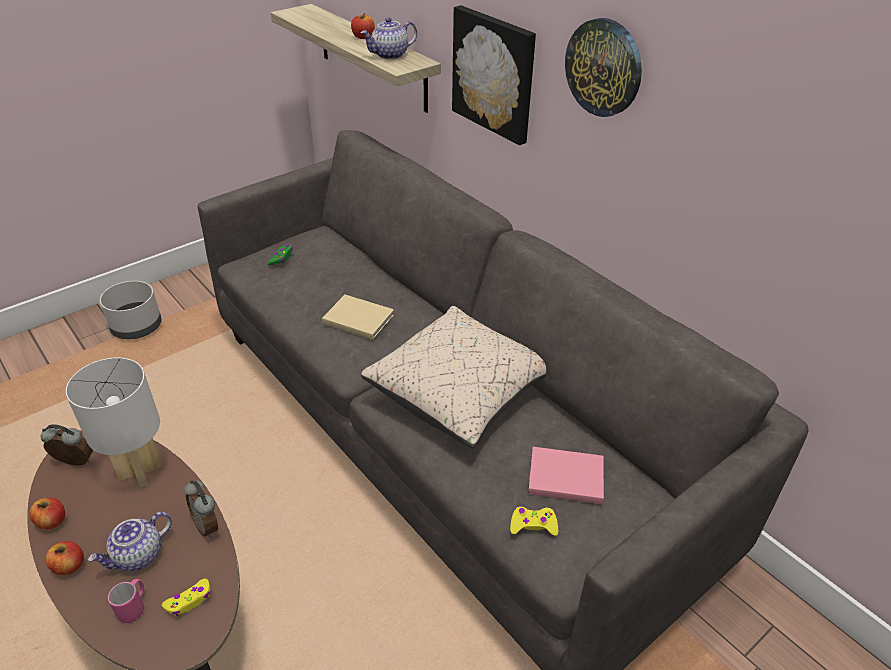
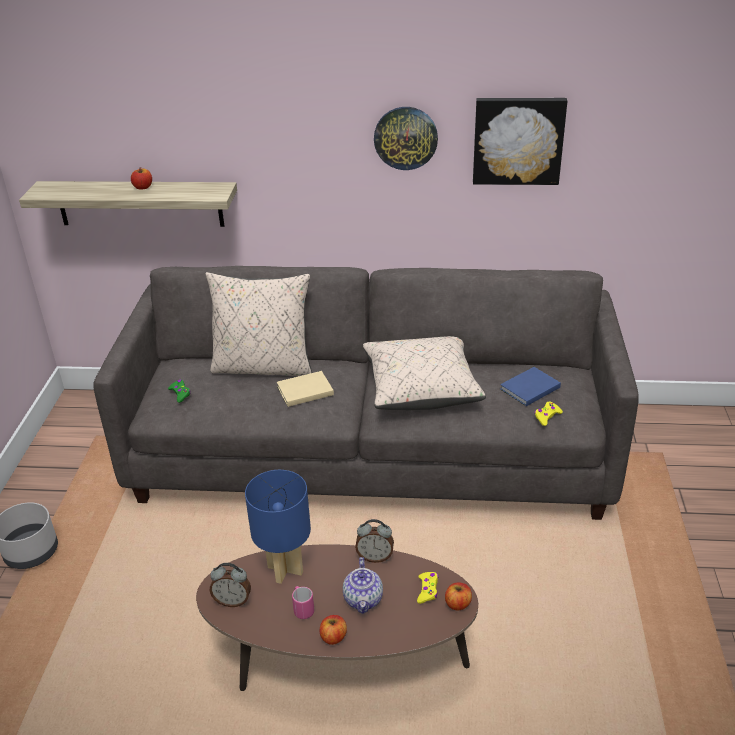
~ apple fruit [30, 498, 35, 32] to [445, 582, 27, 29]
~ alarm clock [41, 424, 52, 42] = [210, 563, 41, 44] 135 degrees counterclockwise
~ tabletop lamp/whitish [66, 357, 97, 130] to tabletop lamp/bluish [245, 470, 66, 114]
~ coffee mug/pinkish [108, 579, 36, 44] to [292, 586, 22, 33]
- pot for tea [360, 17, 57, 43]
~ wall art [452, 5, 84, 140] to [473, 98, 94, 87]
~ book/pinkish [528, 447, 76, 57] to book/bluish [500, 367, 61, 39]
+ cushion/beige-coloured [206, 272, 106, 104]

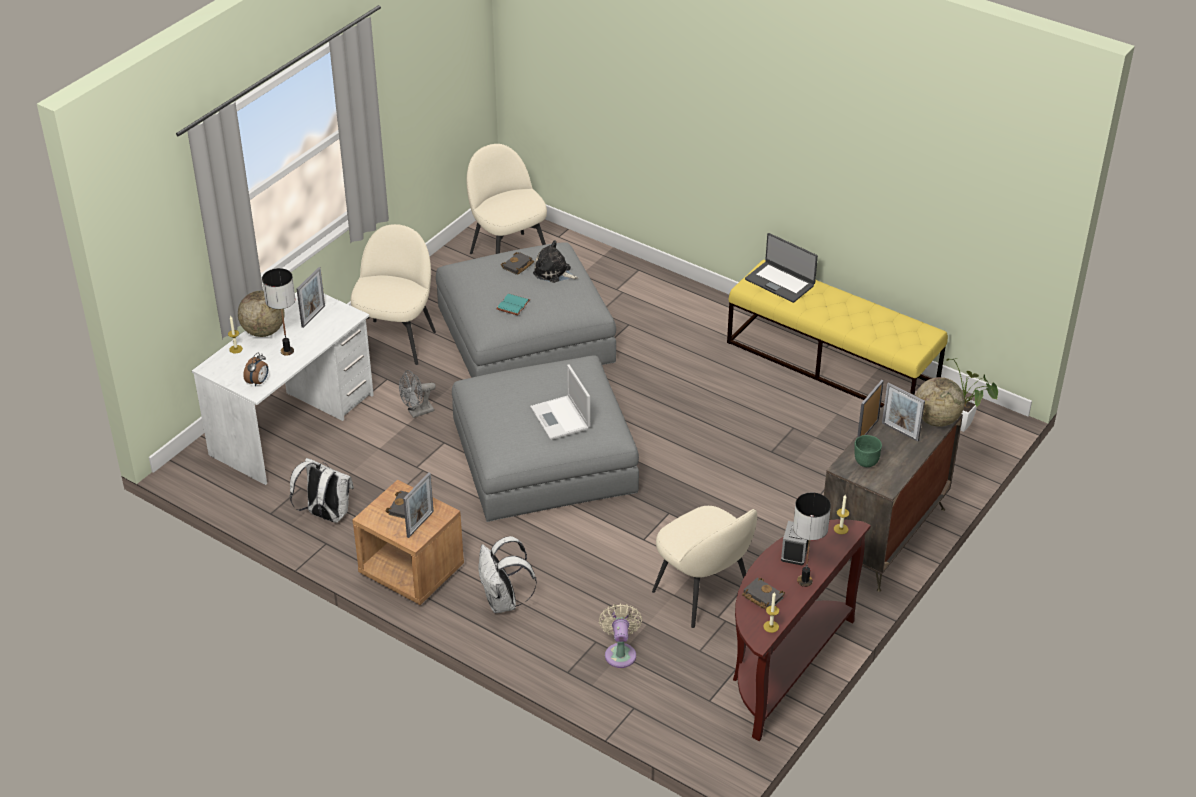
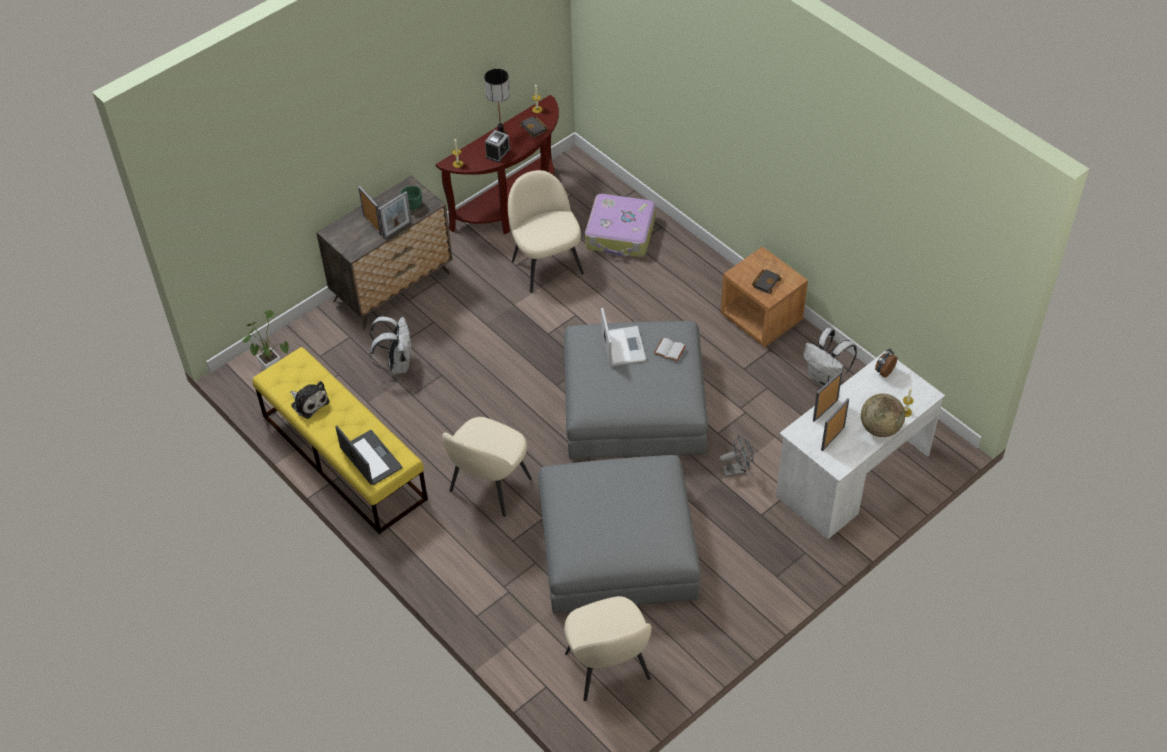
- tabletop lamp [262, 268, 33, 88]
~ chair/beige-coloured [350, 224, 86, 141] to [442, 417, 90, 100]
~ photo frame [403, 473, 31, 65] to [813, 371, 29, 51]
~ knapsack/whitish [478, 536, 59, 77] to [370, 316, 43, 58]
- book/turquoise-coloured [496, 294, 34, 21]
- book/black [501, 252, 33, 22]
~ plush toy [533, 240, 45, 43] to [290, 381, 39, 38]
~ electric fan/beige-coloured [599, 603, 43, 65] to suitcase [585, 194, 71, 63]
- desk globe [915, 377, 50, 50]
+ book/whitish [654, 338, 32, 23]

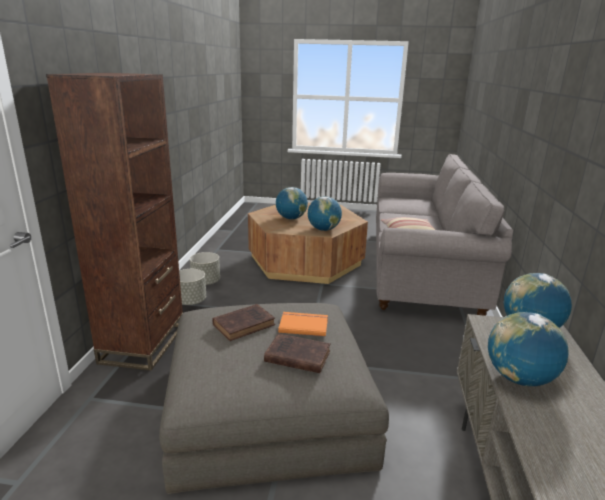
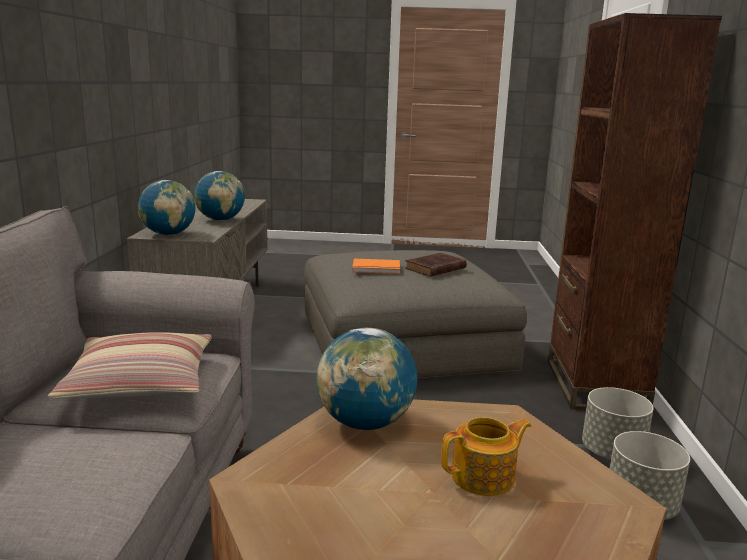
- book/brown [264, 333, 67, 40]
~ desk globe [276, 187, 32, 32] to pot for tea [441, 417, 90, 79]

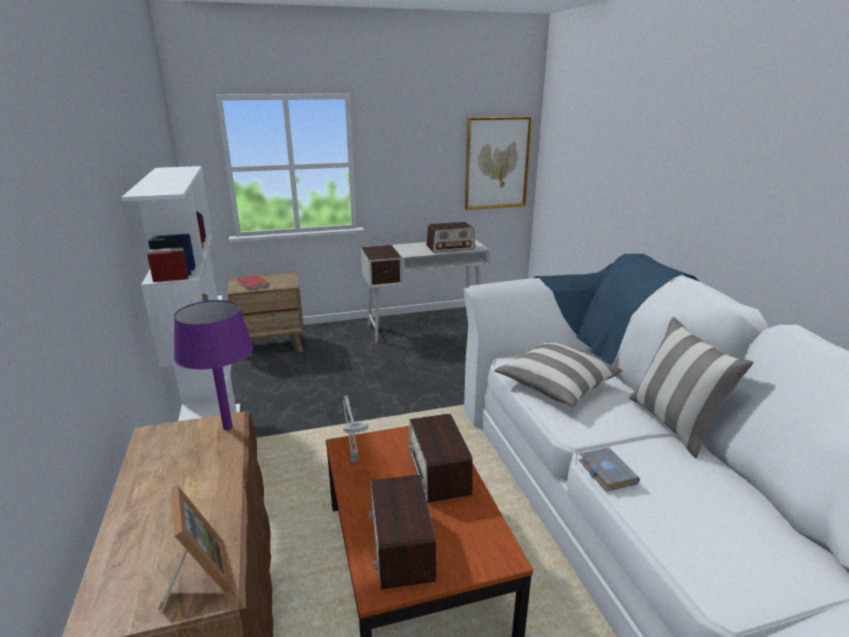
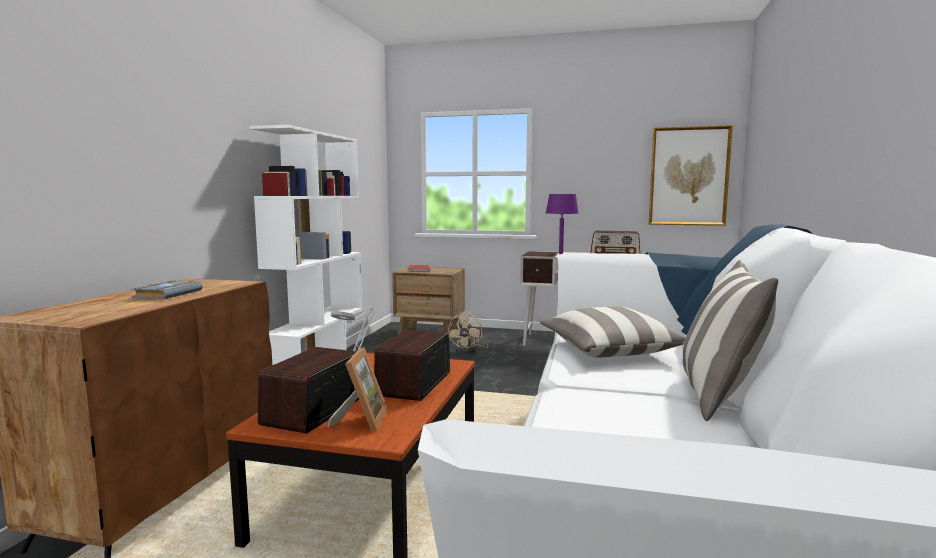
~ photo frame [158, 485, 75, 125] to [328, 347, 60, 85]
~ tabletop lamp/purplish [174, 300, 79, 130] to [546, 194, 33, 60]
~ book/grey [579, 447, 61, 45] to [131, 280, 71, 19]
+ electric fan/beige-coloured [448, 312, 41, 42]

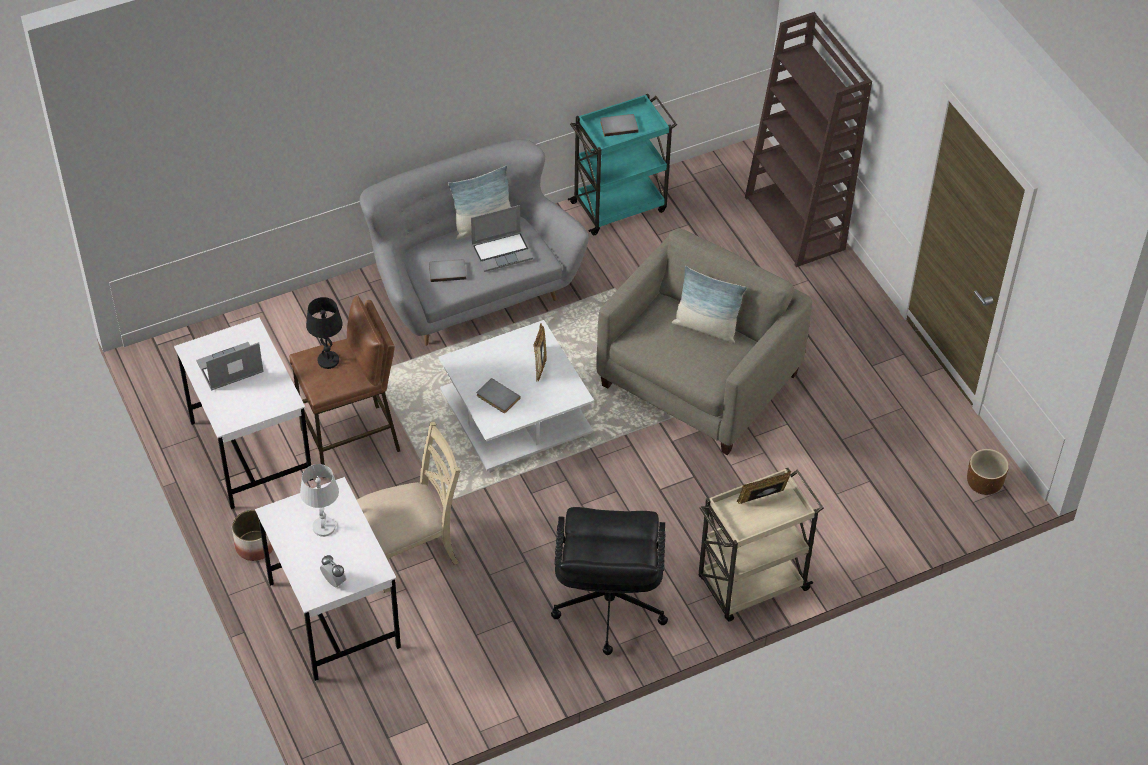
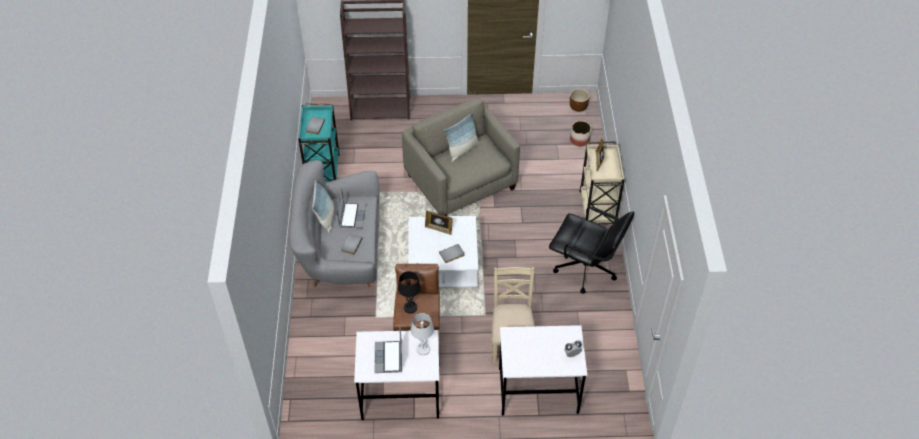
~ flower pot [232, 510, 41, 51] to [570, 121, 21, 25]
~ tabletop lamp/whitish [300, 464, 39, 73] to [411, 313, 23, 42]

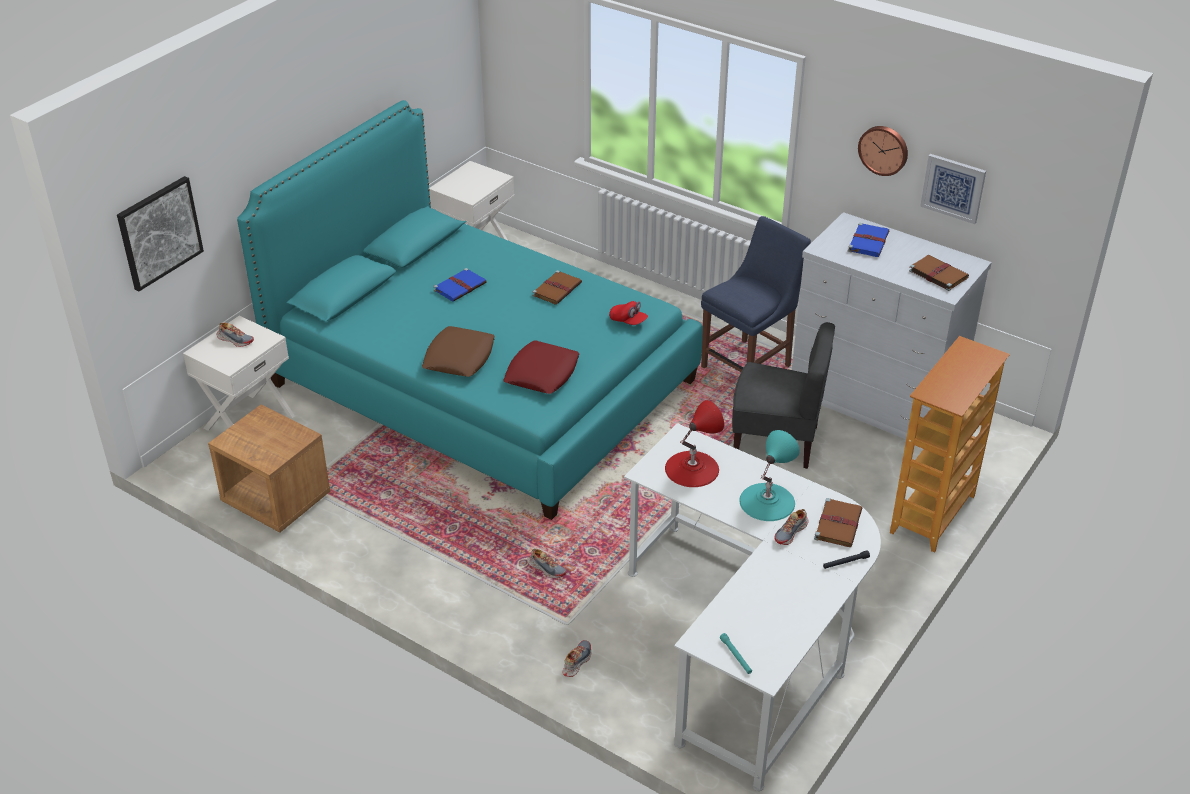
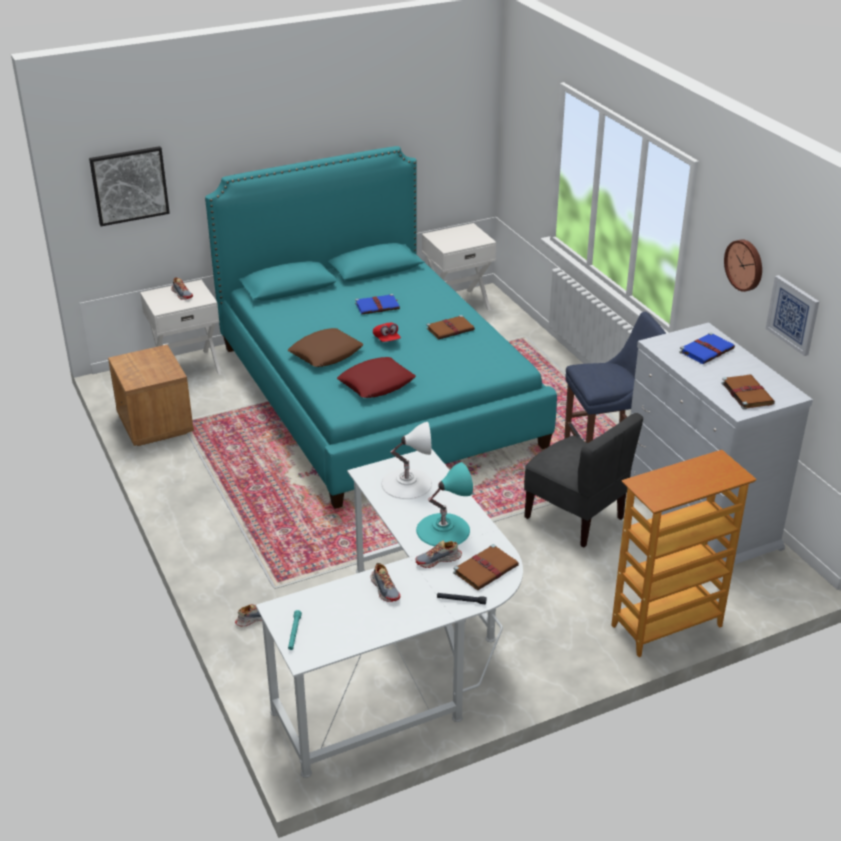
~ low shoe [527, 549, 40, 29] to [370, 563, 30, 39]
~ cap/red [609, 301, 39, 24] to [373, 323, 28, 19]
~ tabletop lamp/red [665, 400, 59, 87] to tabletop lamp/whitish [381, 422, 51, 78]

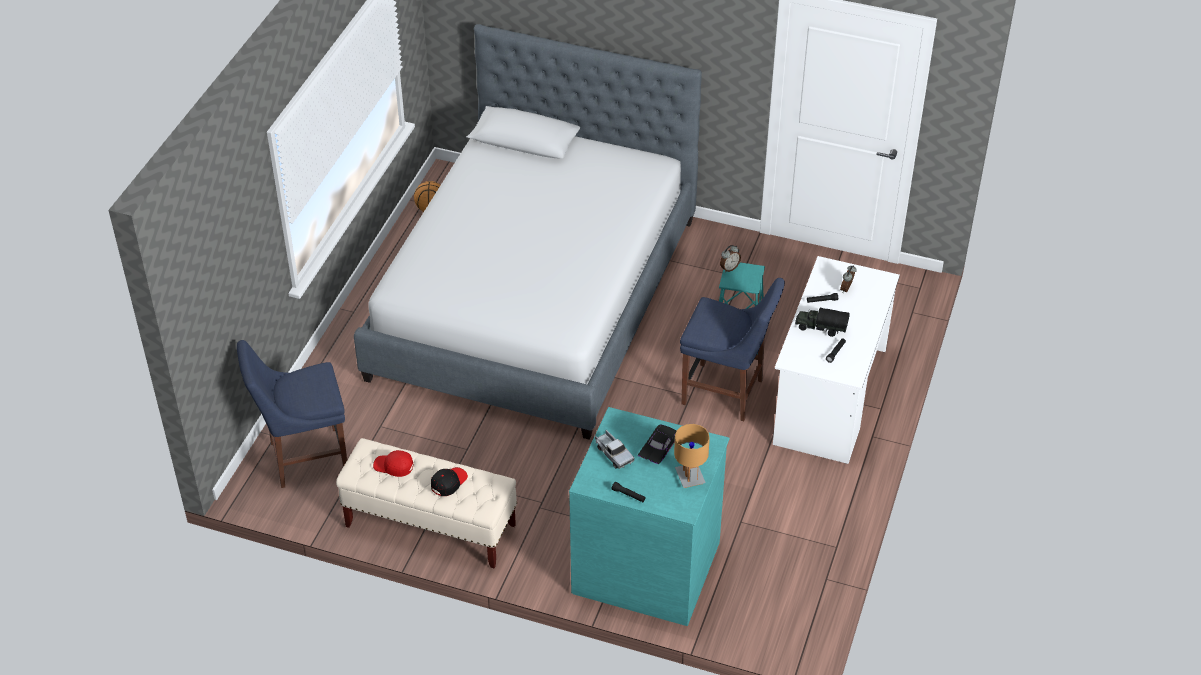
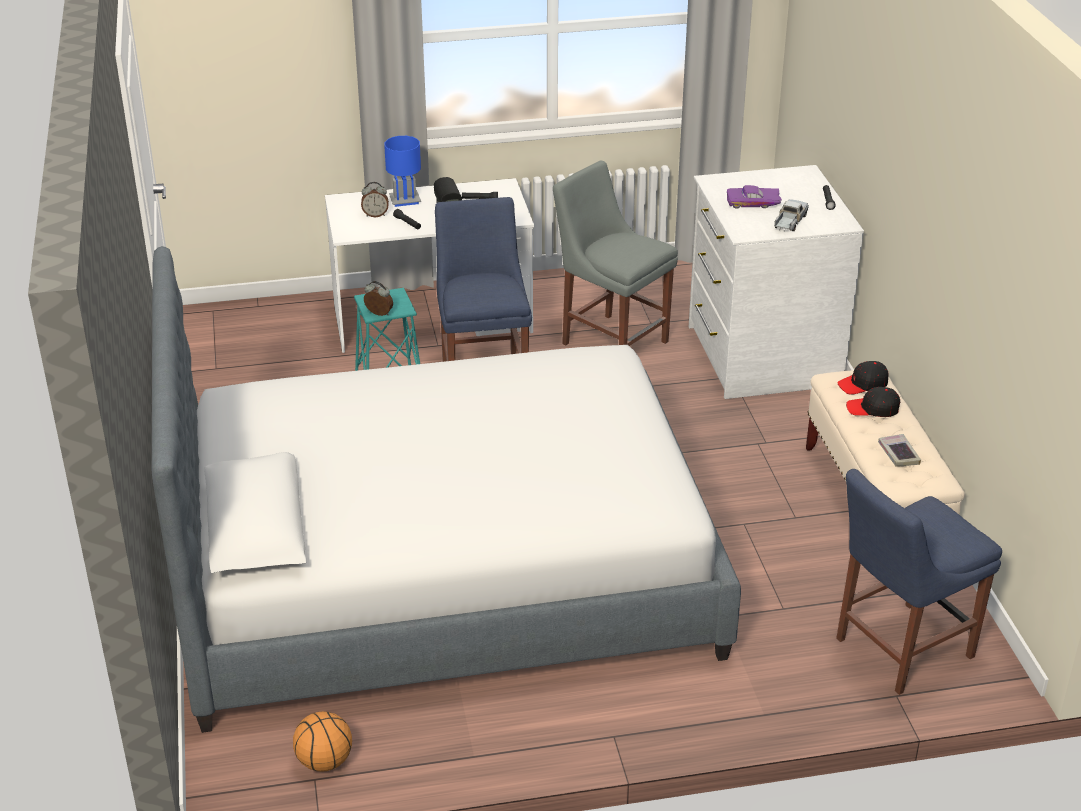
~ chair/bluish [237, 340, 110, 148] = [836, 469, 166, 226] 105 degrees clockwise
~ cap/red [373, 450, 41, 27] to book [878, 434, 43, 33]
~ dresser/turquoise-coloured [569, 407, 161, 219] to dresser/whitish [689, 165, 175, 234]
~ miniature car/black [638, 424, 39, 40] to miniature car/purplish [727, 185, 55, 24]
- tabletop lamp/brown [674, 424, 36, 64]
+ tabletop lamp/bluish [384, 136, 37, 71]
+ chair/grey [553, 161, 125, 185]
+ cap/black [837, 361, 51, 34]

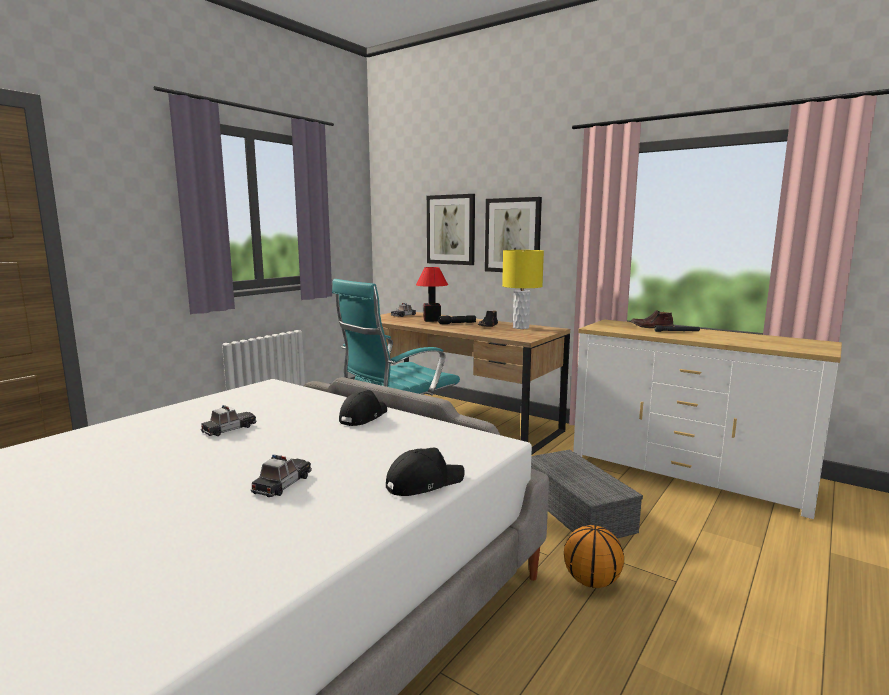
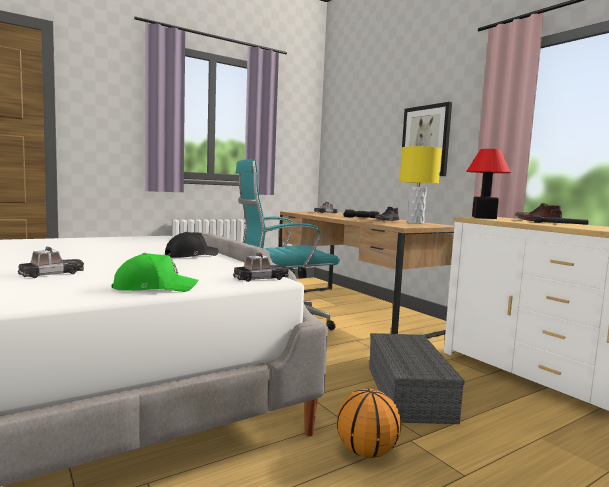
~ miniature car [201, 405, 55, 31] to [233, 252, 56, 30]
~ cap/black [386, 448, 79, 48] to cap/green [112, 253, 86, 39]
~ tabletop lamp [416, 267, 32, 55] to [466, 149, 45, 70]
- wall art [427, 194, 48, 71]

